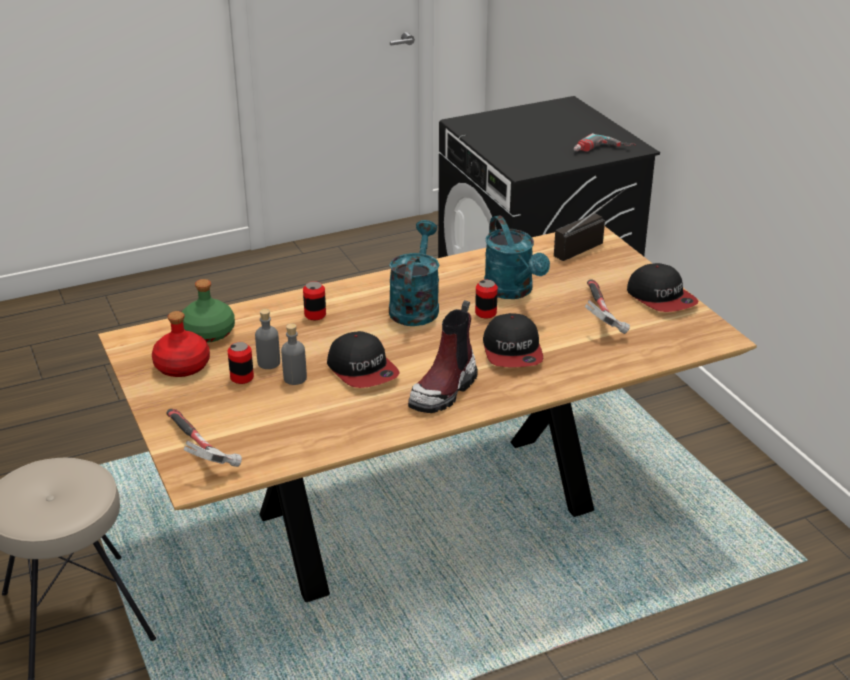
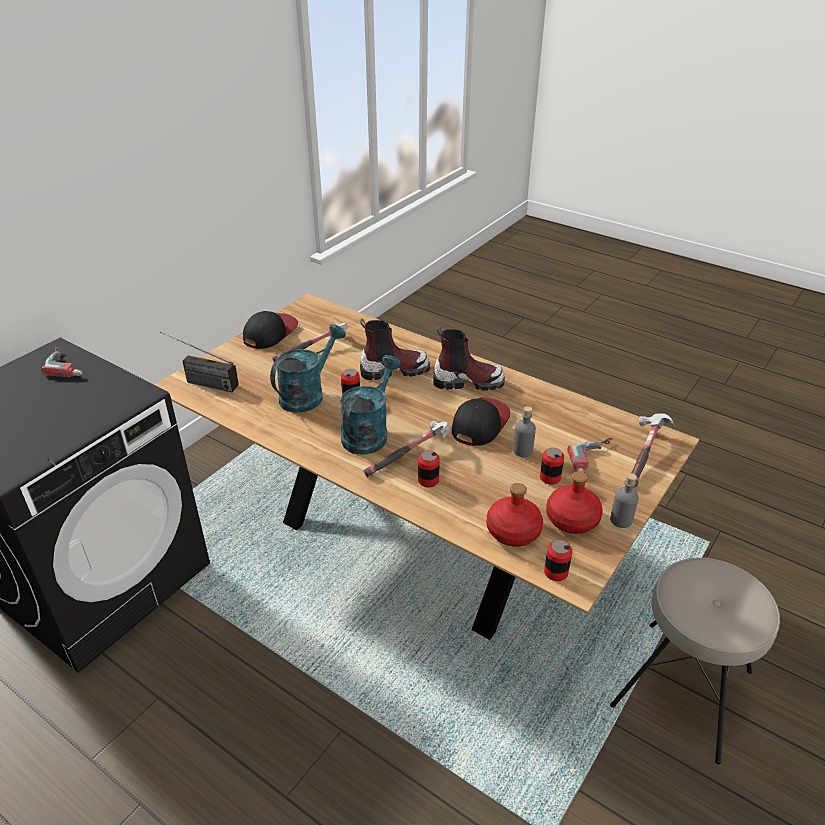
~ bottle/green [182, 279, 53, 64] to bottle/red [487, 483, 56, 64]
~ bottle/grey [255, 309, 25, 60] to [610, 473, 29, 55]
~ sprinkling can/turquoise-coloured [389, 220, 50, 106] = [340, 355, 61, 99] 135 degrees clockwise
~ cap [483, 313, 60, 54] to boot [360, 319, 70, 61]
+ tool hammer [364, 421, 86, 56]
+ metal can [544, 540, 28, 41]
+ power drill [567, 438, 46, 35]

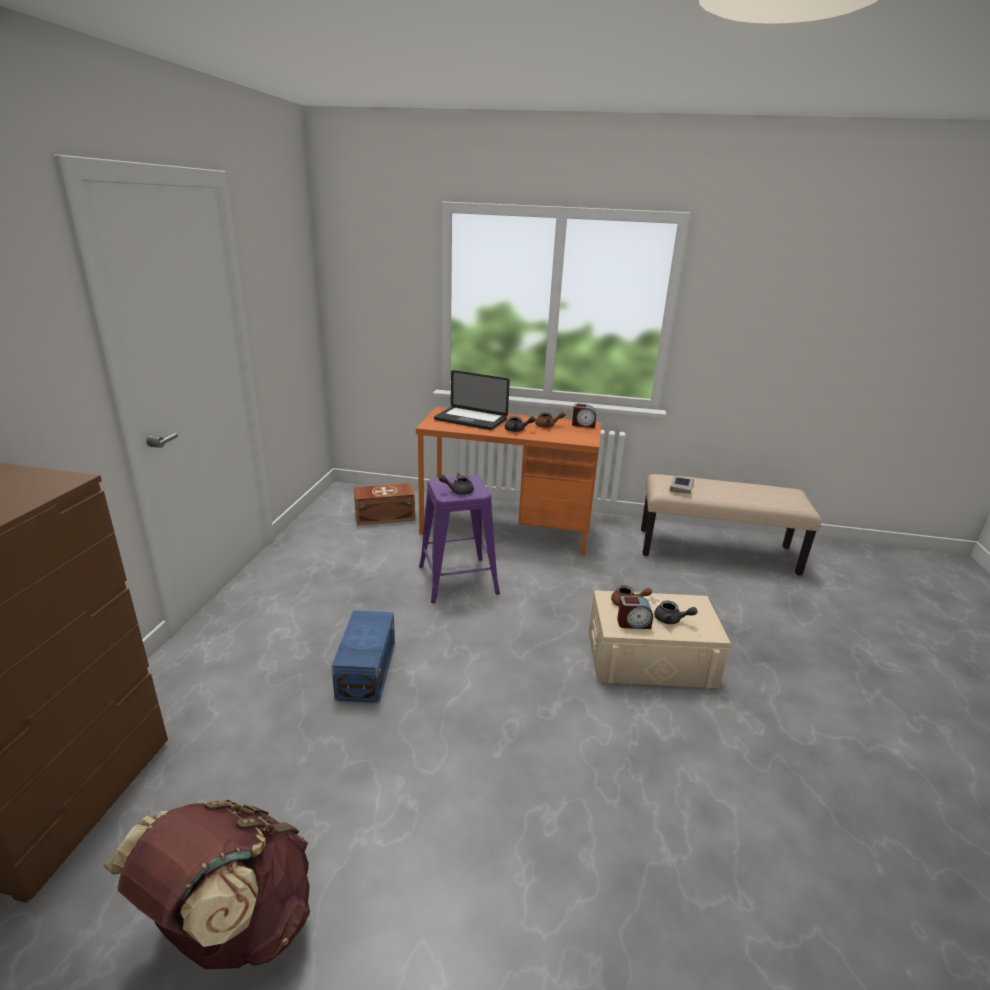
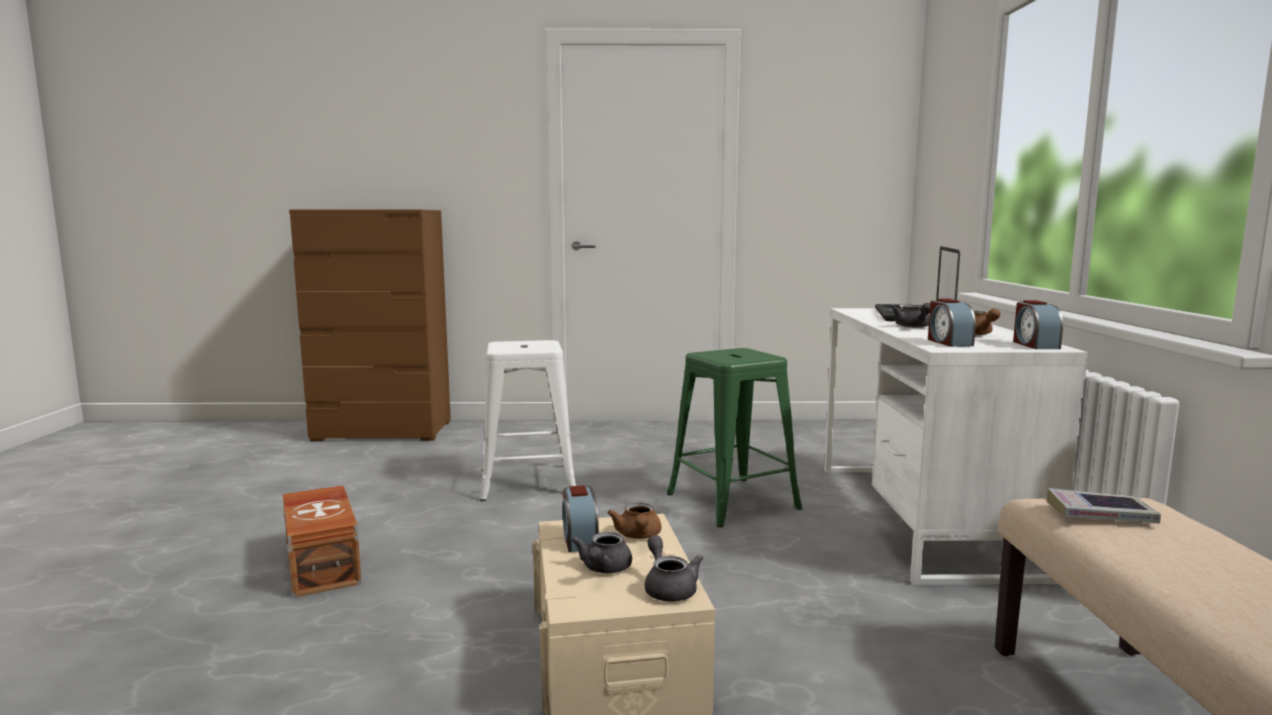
- knapsack/brown [103, 800, 207, 169]
~ storage bin/bluish [331, 610, 64, 93] to sitting stool/whitish [480, 340, 96, 161]
~ storage bin/brown [354, 483, 61, 42] to [283, 485, 78, 113]
~ desk unit/orangey [416, 407, 185, 148] to desk unit/whitish [824, 308, 264, 277]
~ sitting stool/purplish [419, 475, 81, 129] to sitting stool/green [667, 348, 135, 179]
~ pot for tea/grey [439, 472, 35, 23] to [644, 535, 59, 67]
+ alarm clock [928, 299, 48, 48]

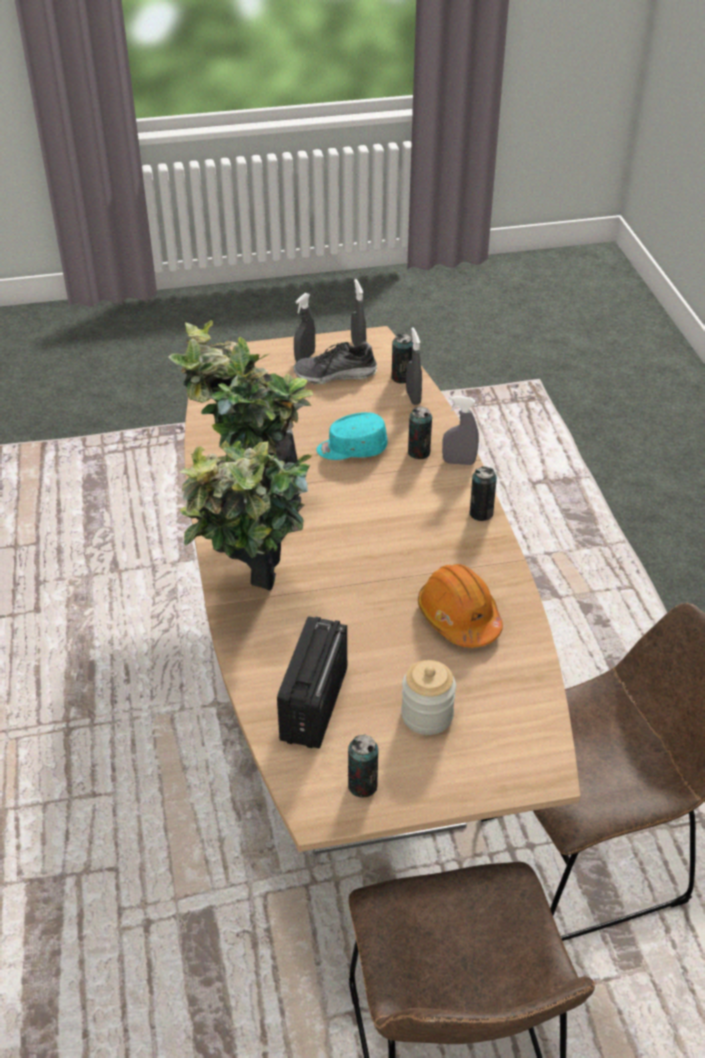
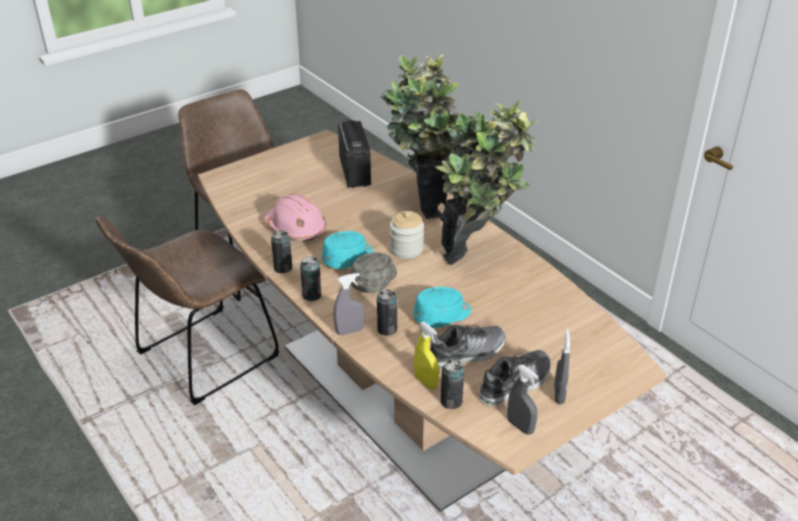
~ metal can [348, 735, 30, 62] to [271, 230, 21, 44]
~ storage jar [401, 660, 55, 75] to [390, 211, 34, 48]
~ spray bottle/grey [406, 328, 16, 77] to spray bottle/yellowish [414, 322, 25, 68]
~ hard hat/orangey [418, 564, 85, 83] to hard hat/pinkish [264, 194, 62, 47]
+ cap/turquoise-coloured [322, 231, 51, 38]
+ cap/grey [351, 252, 46, 41]
+ low shoe [430, 325, 75, 45]

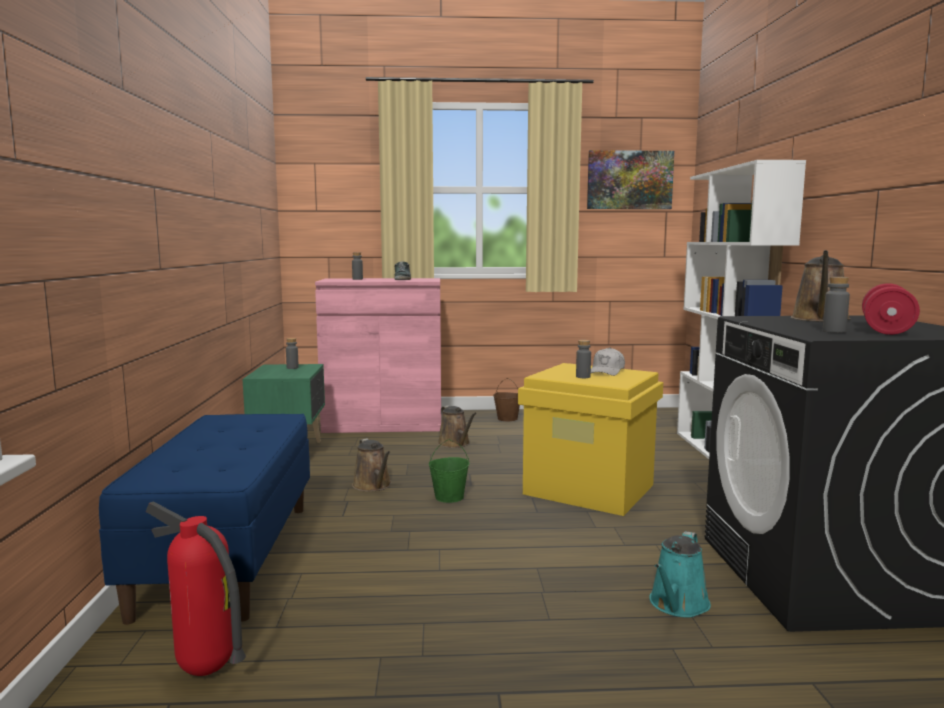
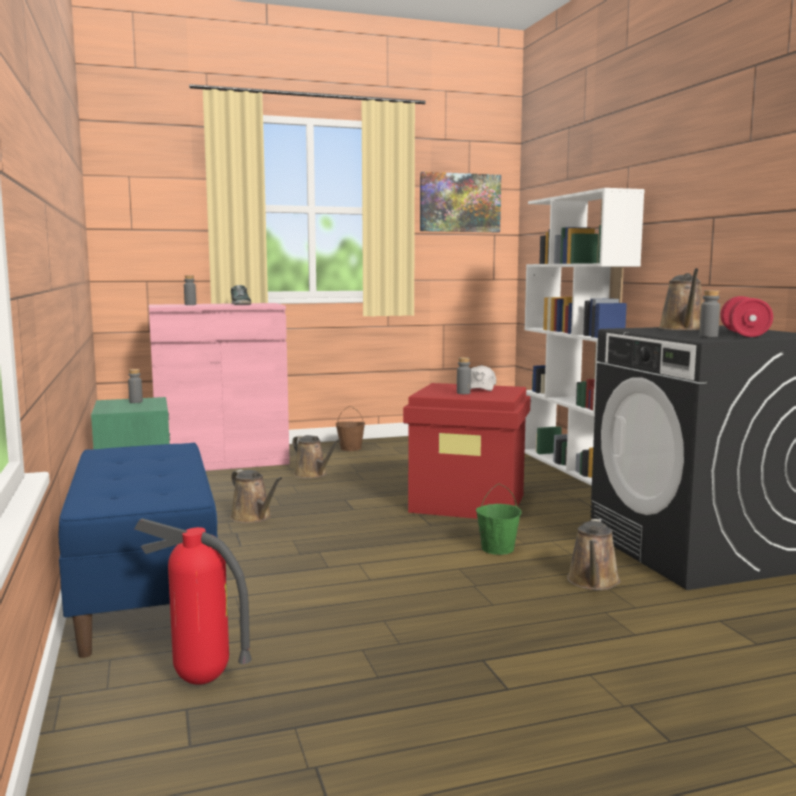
~ pail/green [429, 439, 41, 64] to [476, 484, 45, 71]
~ storage bin/yellowish [518, 363, 145, 153] to storage bin/red [403, 383, 128, 136]
~ sprinkling can/turquoise-coloured [649, 531, 62, 86] to sprinkling can/brown [567, 519, 53, 71]

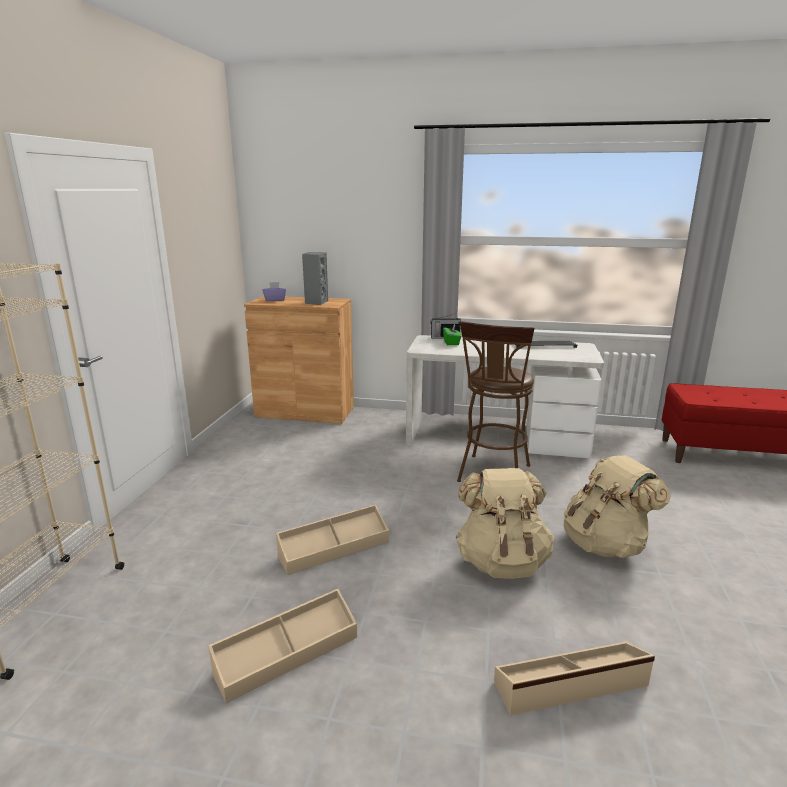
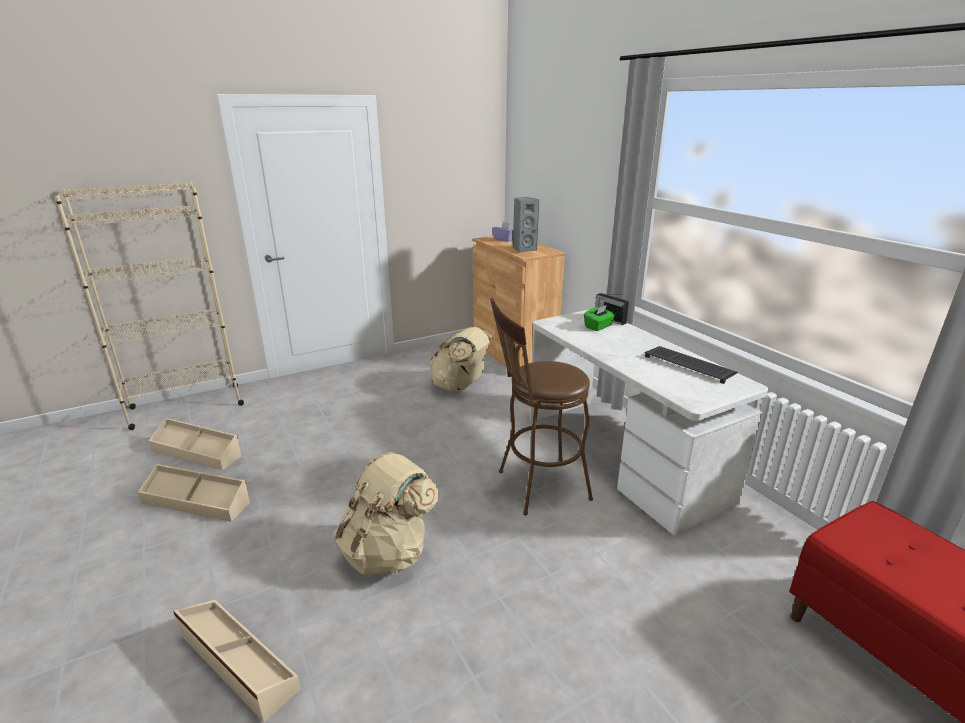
~ storage bin/beige-coloured [276, 504, 113, 71] to [149, 418, 92, 52]
~ knapsack/beige-coloured [563, 455, 108, 103] to [429, 327, 64, 65]

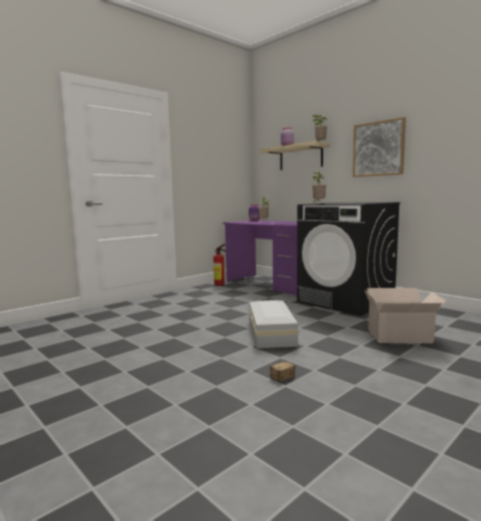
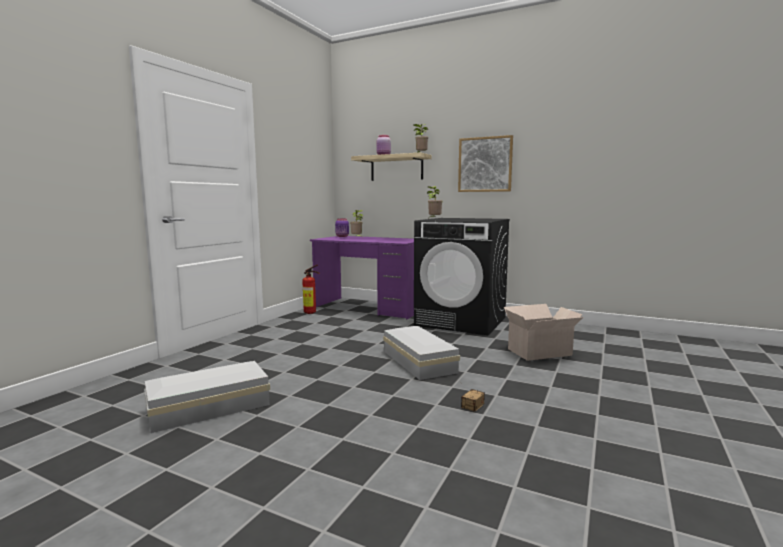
+ storage bin/whitish [144, 361, 126, 72]

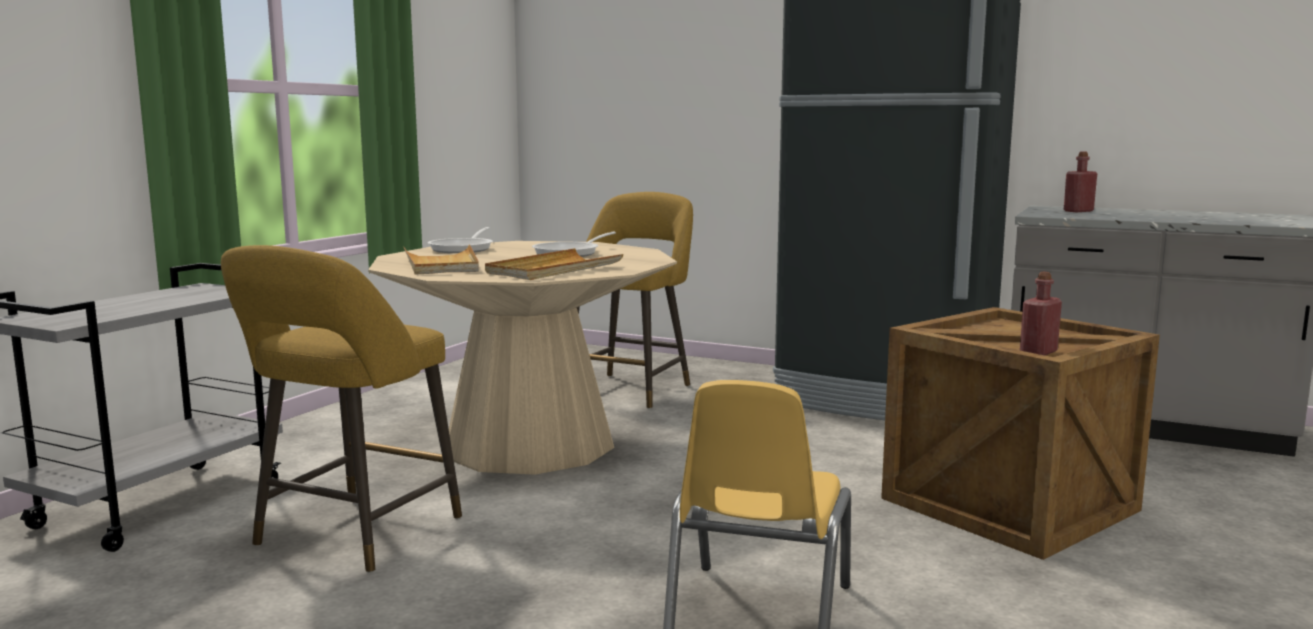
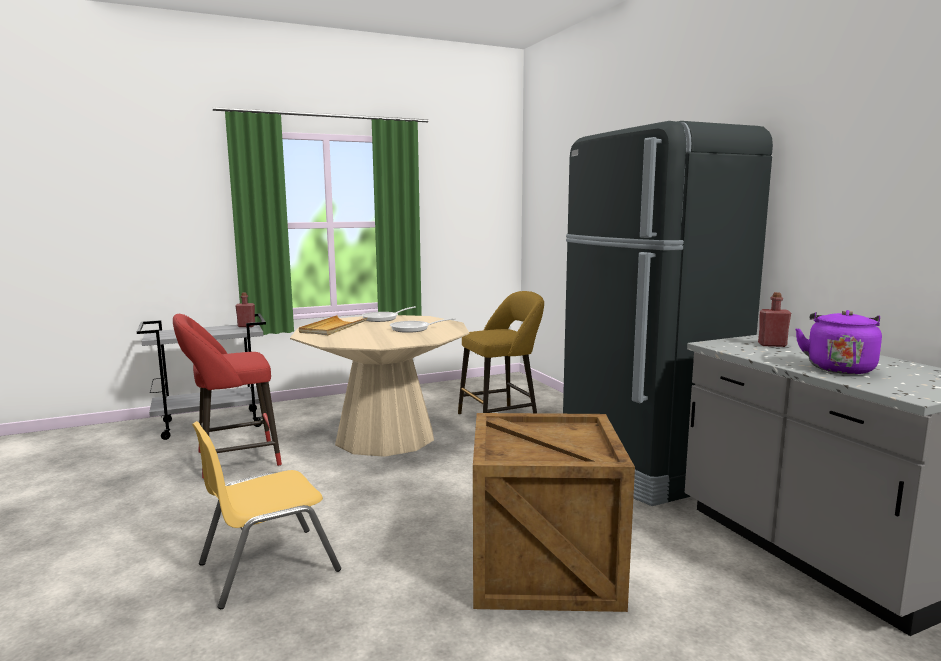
~ sitting stool/yellowish [221, 245, 241, 328] to sitting stool/red [173, 314, 109, 165]
- serving tray/beige-coloured [485, 248, 139, 32]
~ bottle/red [1020, 272, 42, 83] to [235, 293, 20, 34]
+ water kettle/purplish [795, 310, 87, 64]

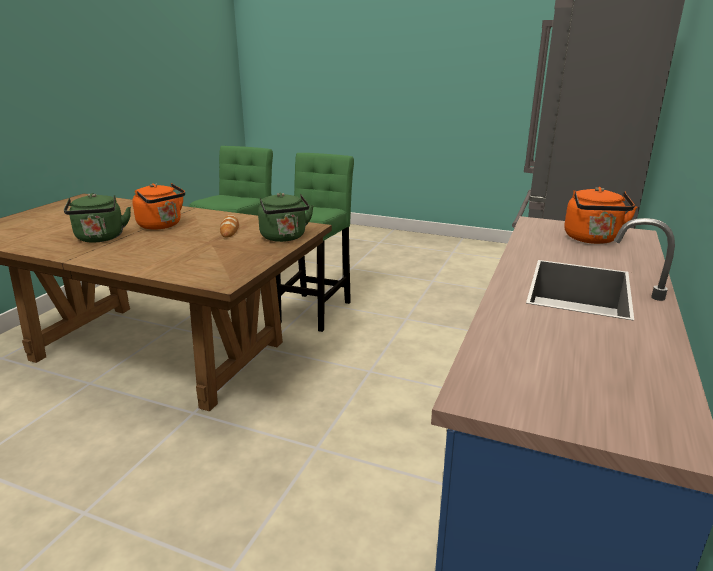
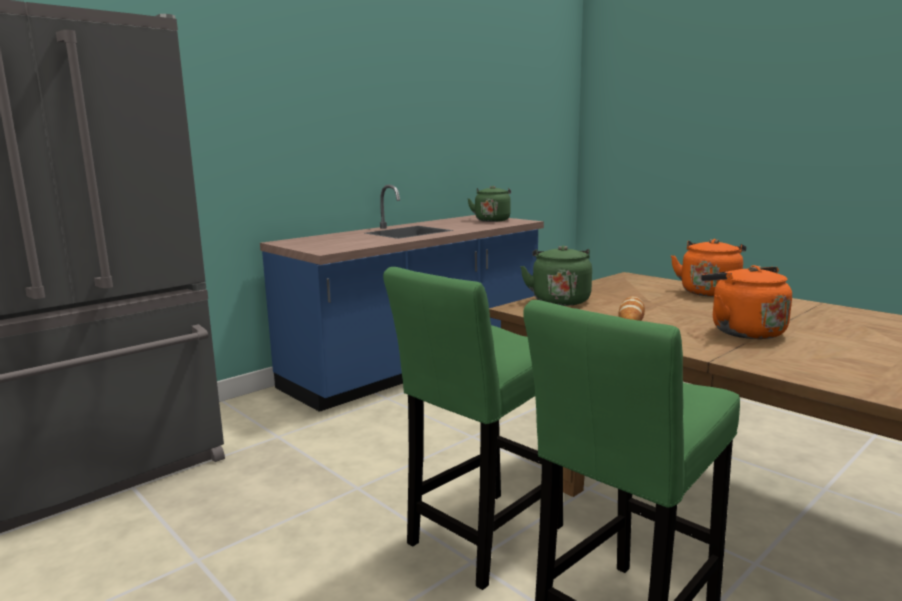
~ water kettle/green [64, 193, 67, 50] to [467, 186, 44, 36]
~ water kettle/orangey [564, 187, 73, 57] to [671, 239, 75, 58]

